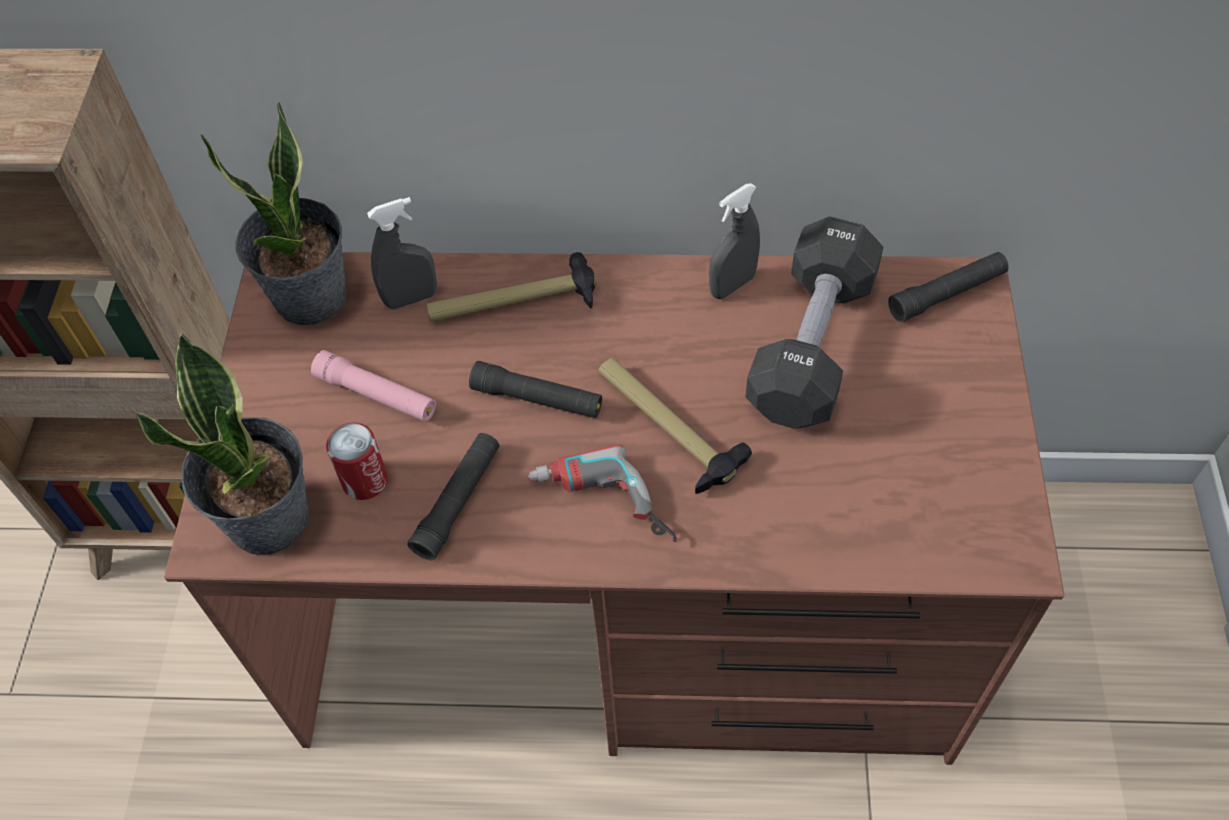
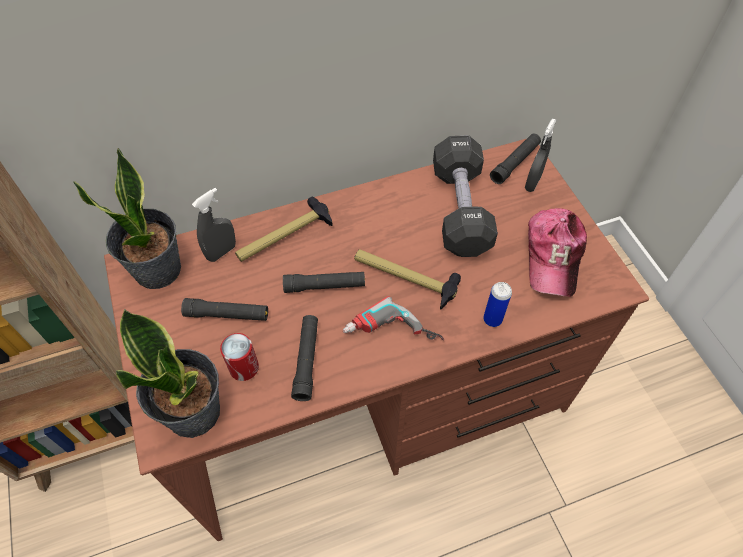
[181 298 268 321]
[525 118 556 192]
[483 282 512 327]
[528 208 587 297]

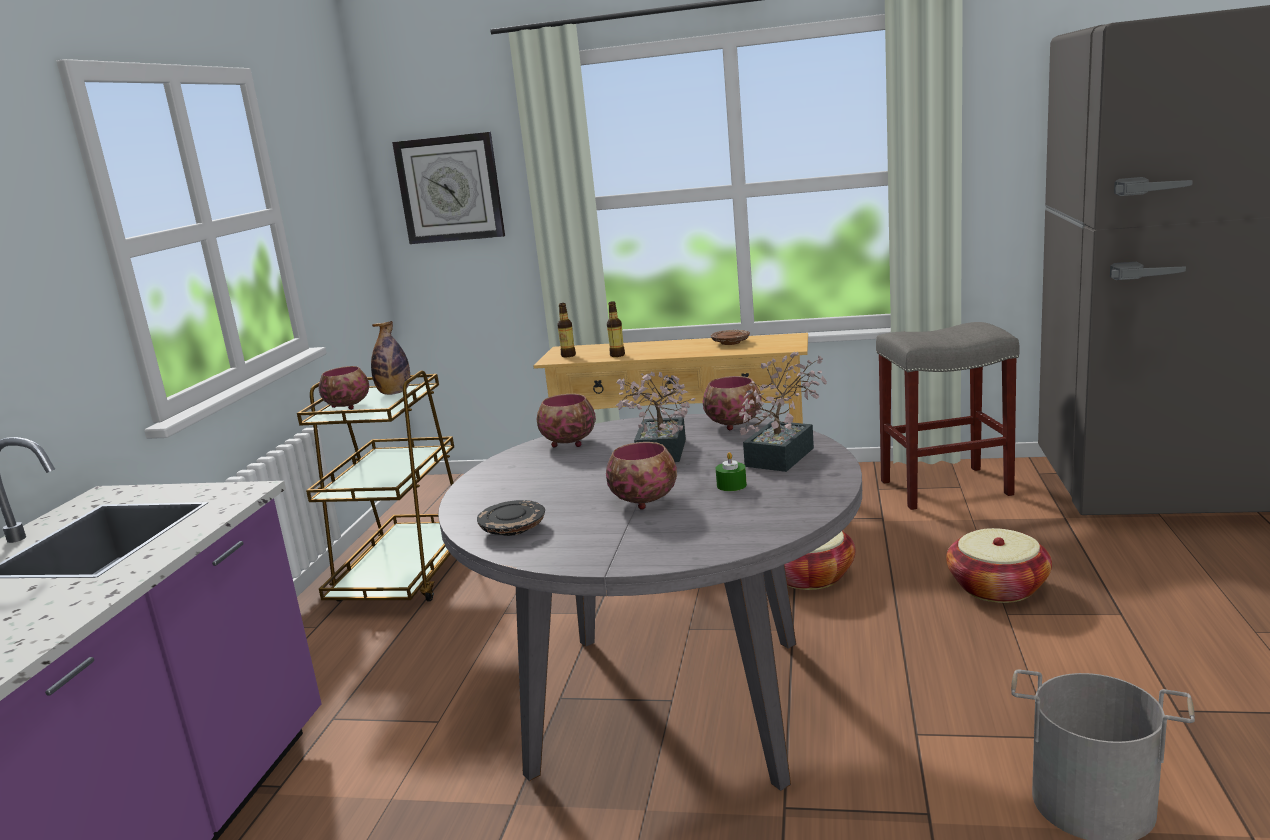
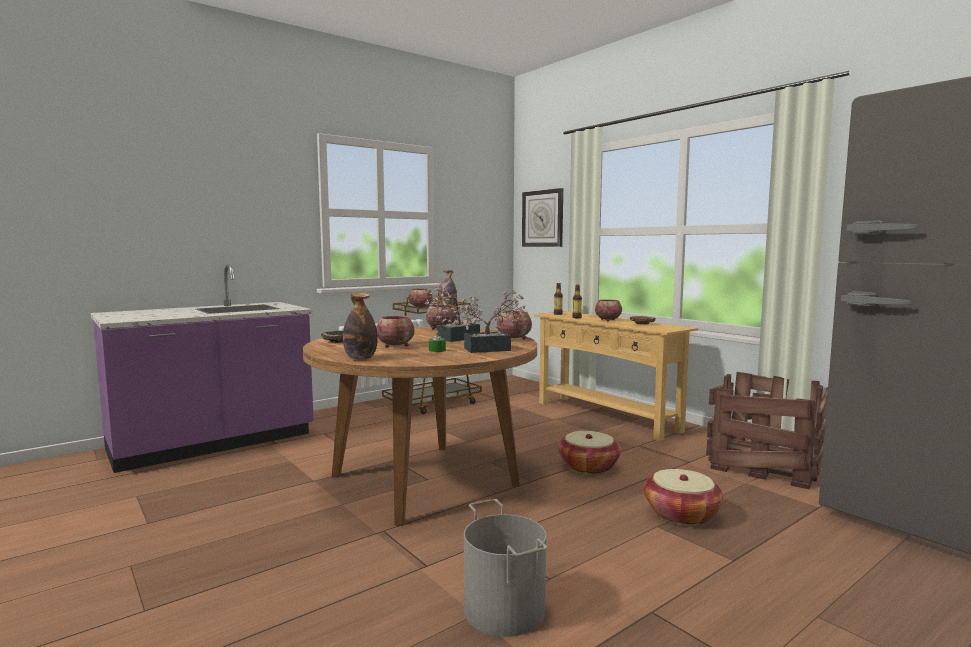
[303 327 537 526]
[706 372 828 489]
[343 293 378 360]
[595 300 622 322]

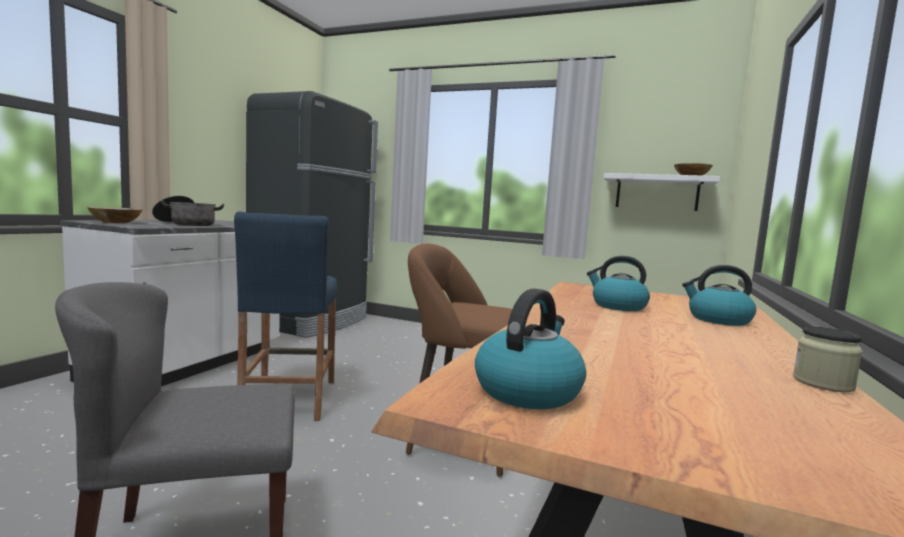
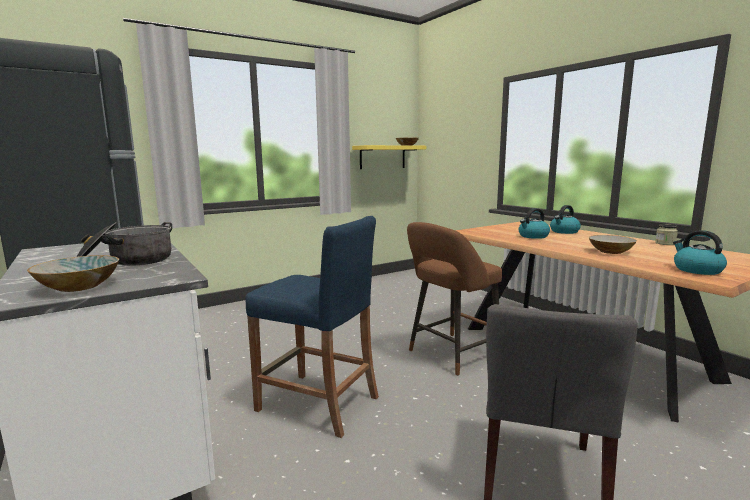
[352 145 426 169]
[589 235 637 254]

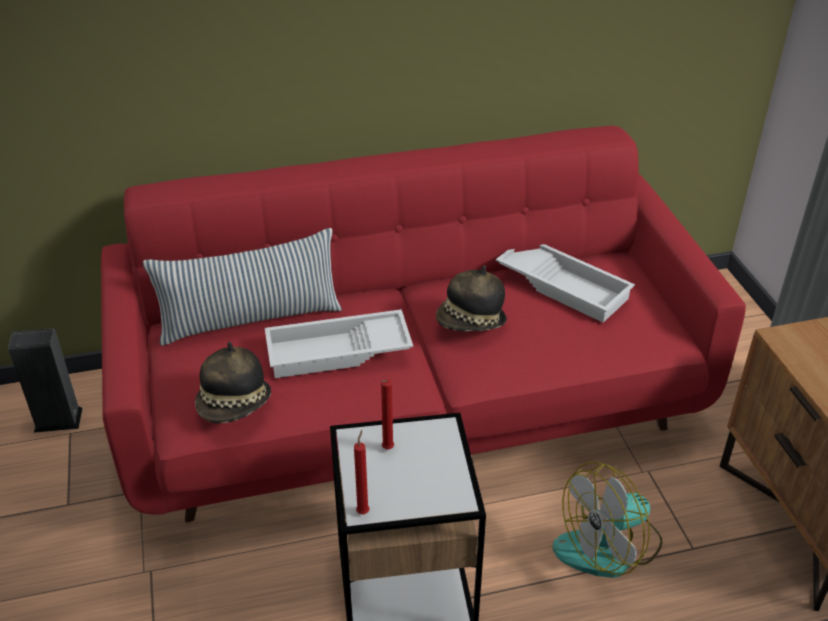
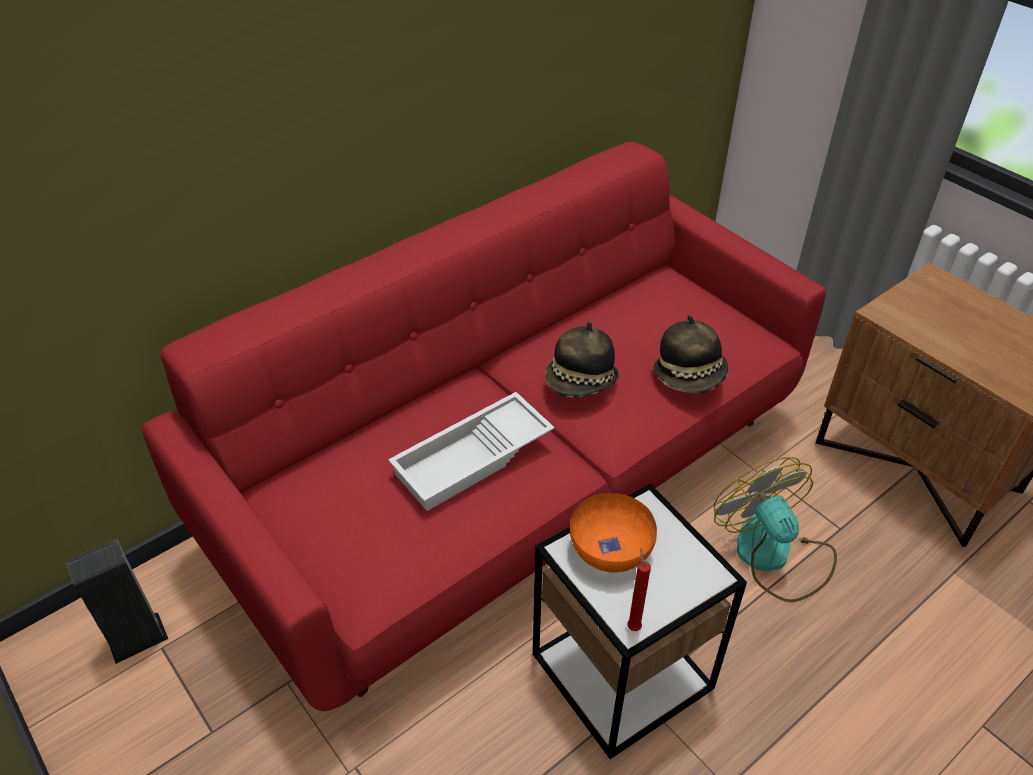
[143 228 342 346] (first image)
[653 315 728 393]
[570 493 657 573]
[496 244 635 322] (first image)
[714 457 837 602]

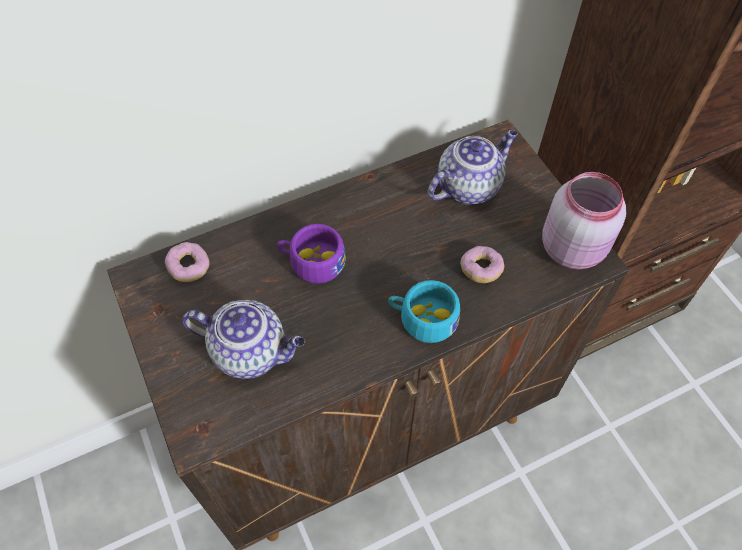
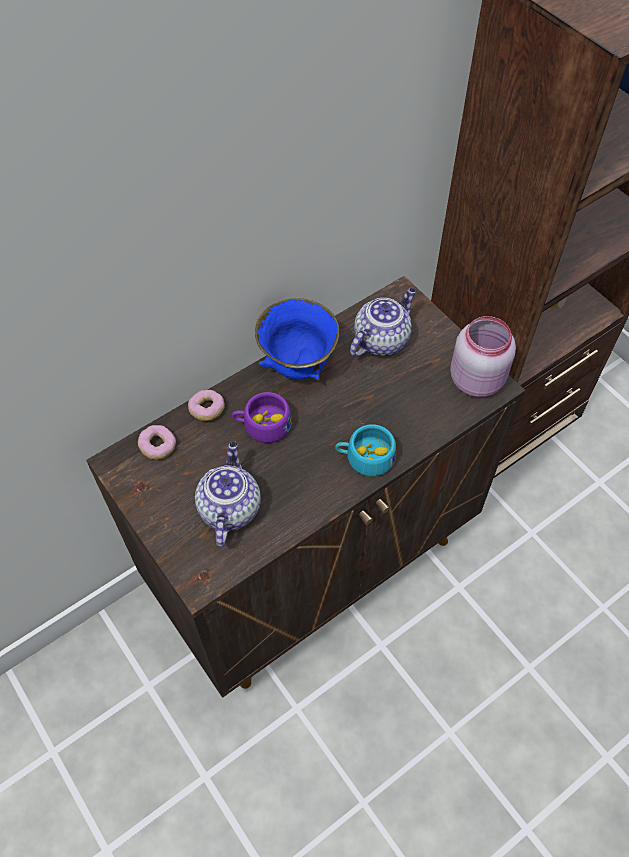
[195 441 261 547]
[188 390 225 421]
[255 298 340 381]

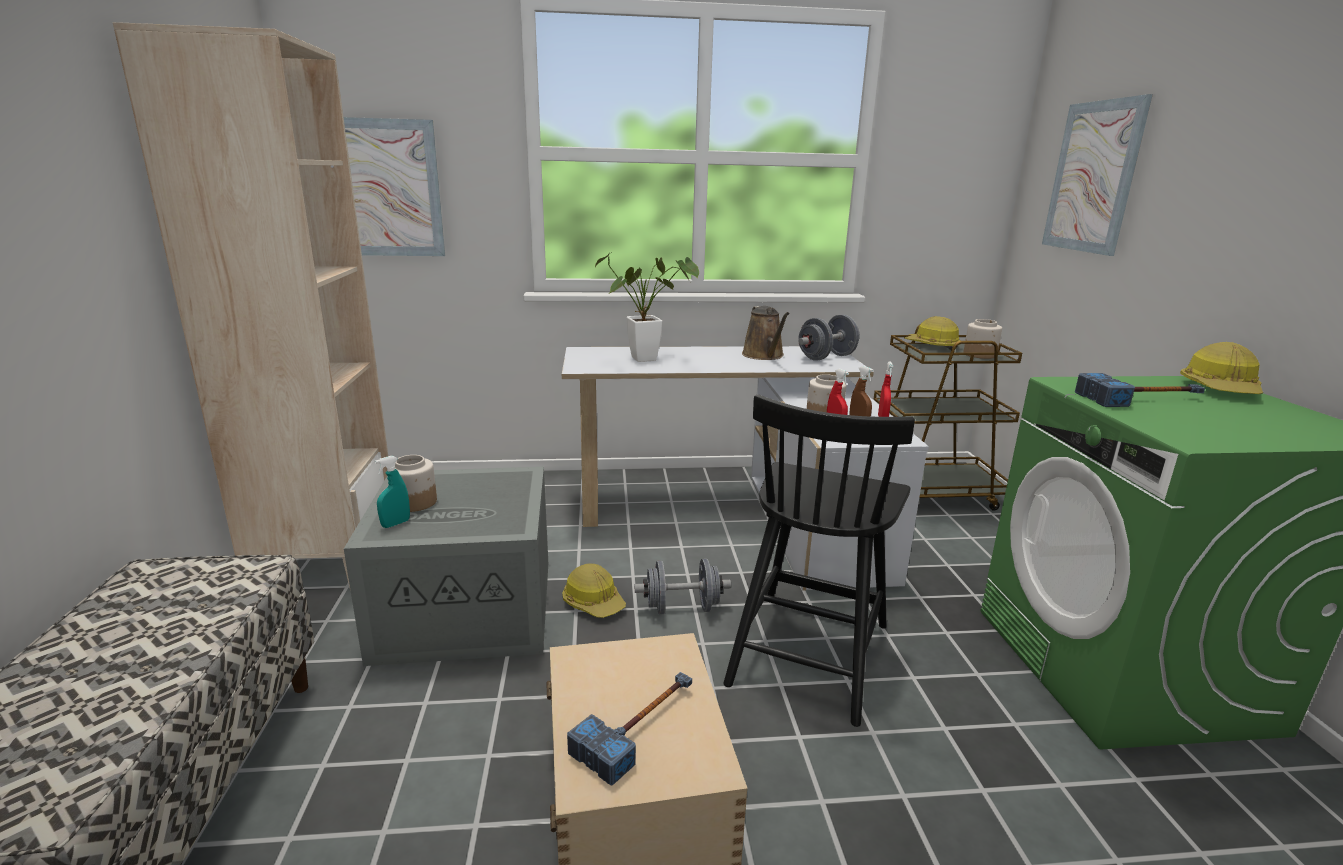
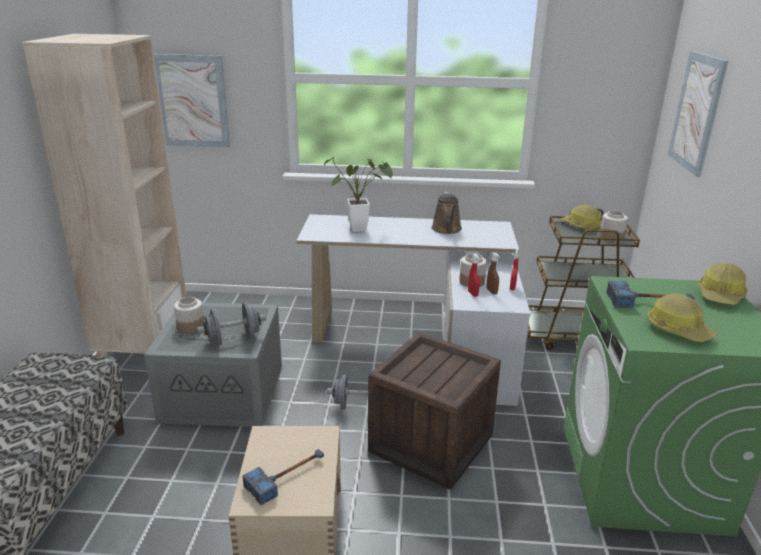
[375 456 410 528] (first image)
[647 293 717 342]
[368 332 501 490]
[197 303 266 345]

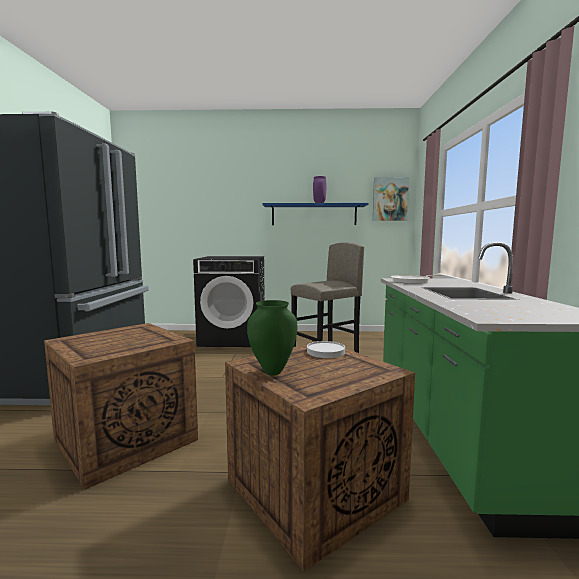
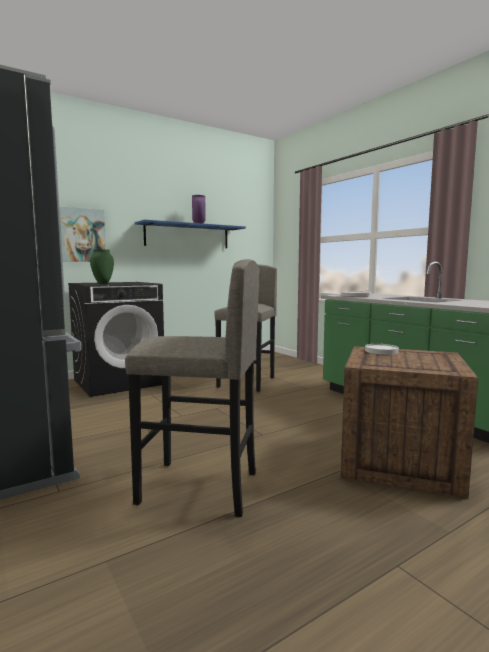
[125 259 260 517]
[90 249 114 284]
[59 207 106 262]

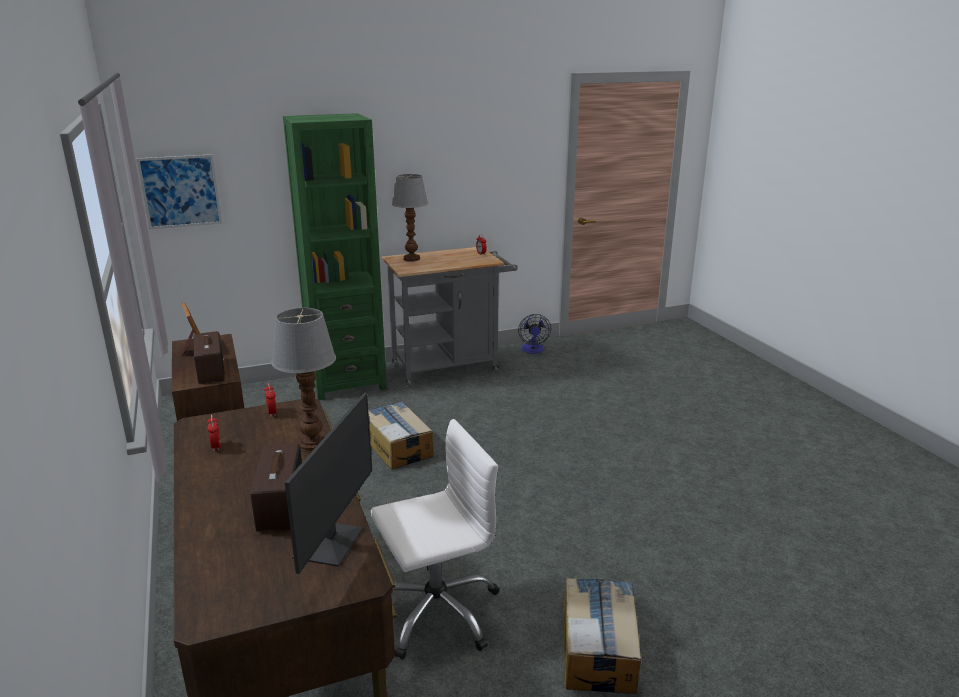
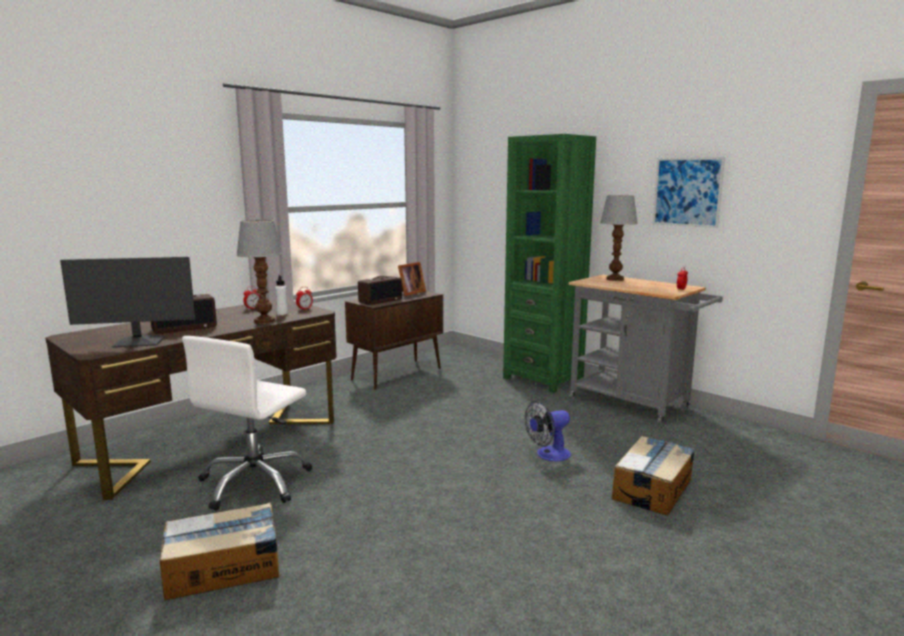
[653 157 725 228]
[612 436 695 516]
[182 336 313 510]
[525 401 571 461]
[275 275 288 315]

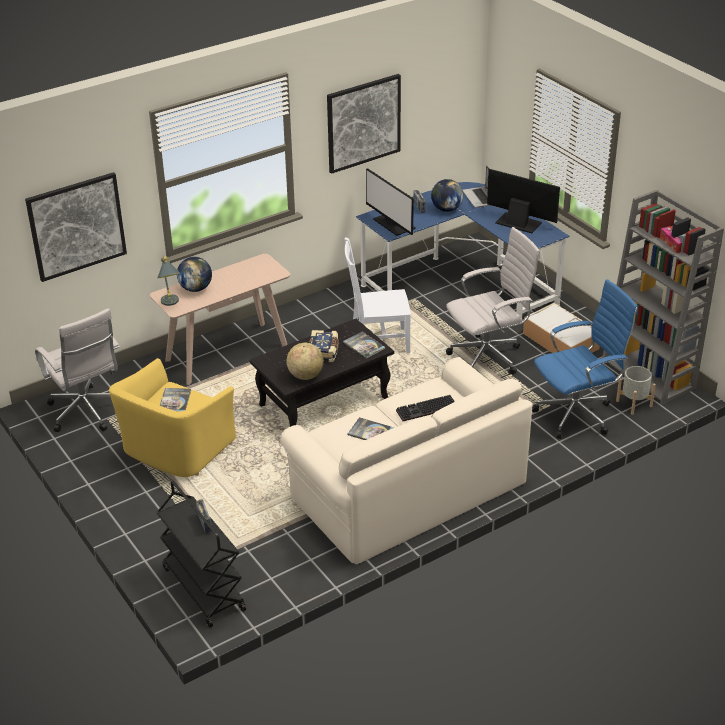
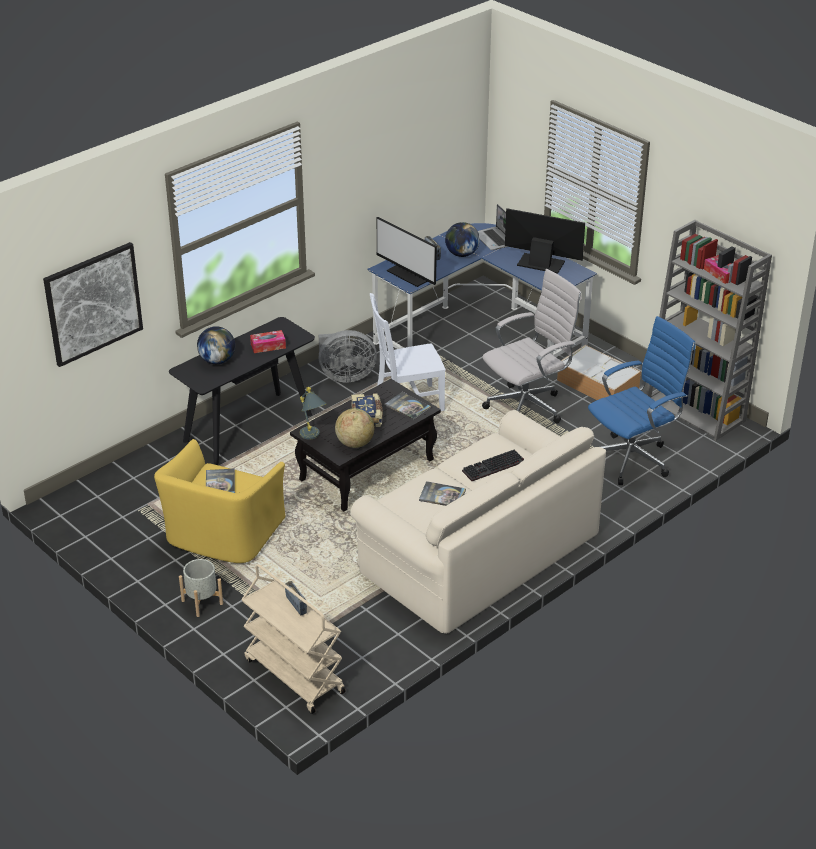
[35 308 120 432] (first image)
[169 317 315 465]
[300 387 327 439]
[241 564 346 714]
[327 74 401 174] (first image)
[179 559 223 617]
[250 330 286 353]
[319 330 377 382]

